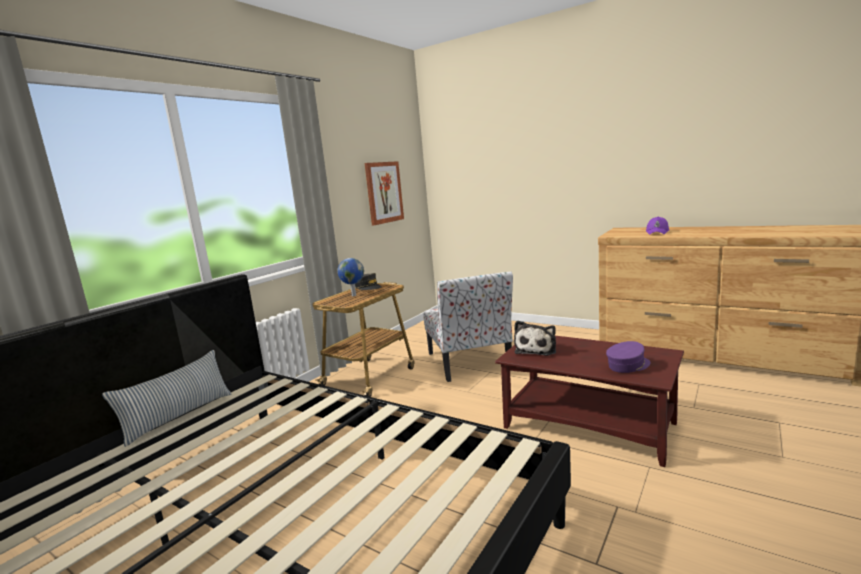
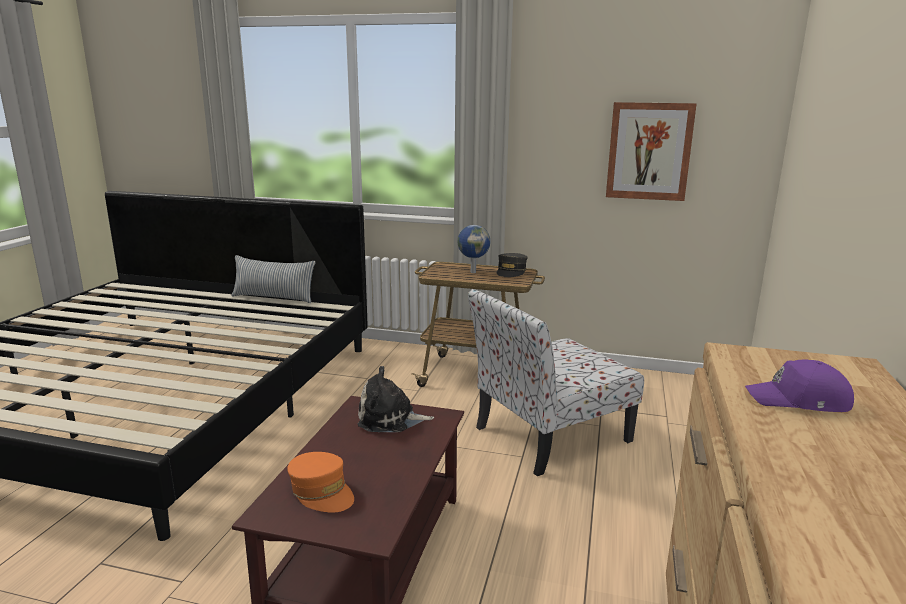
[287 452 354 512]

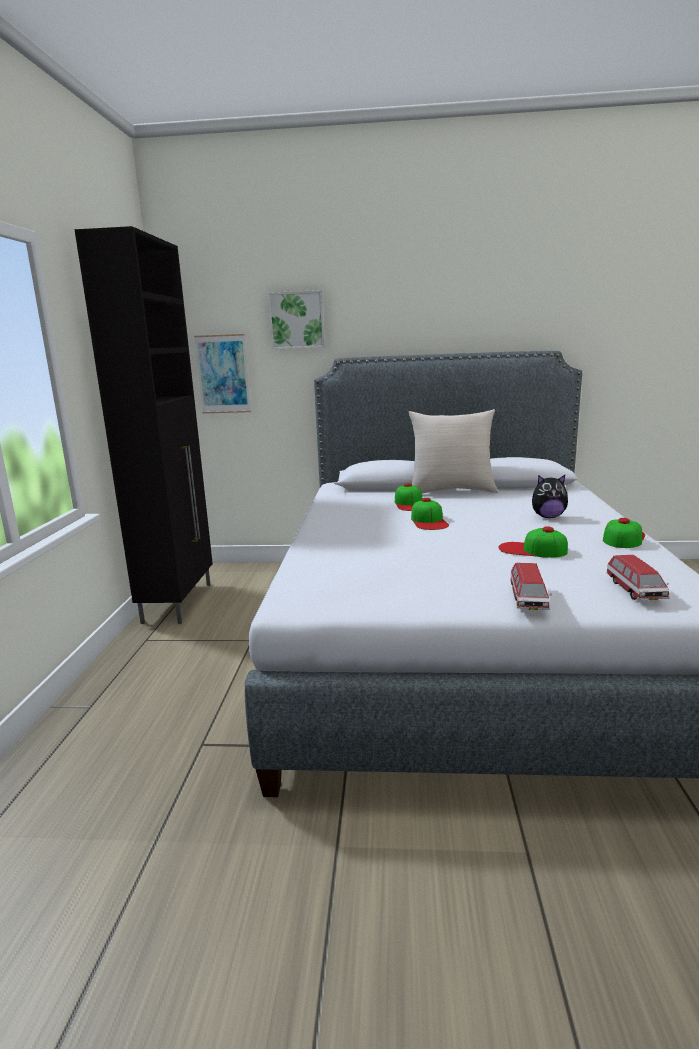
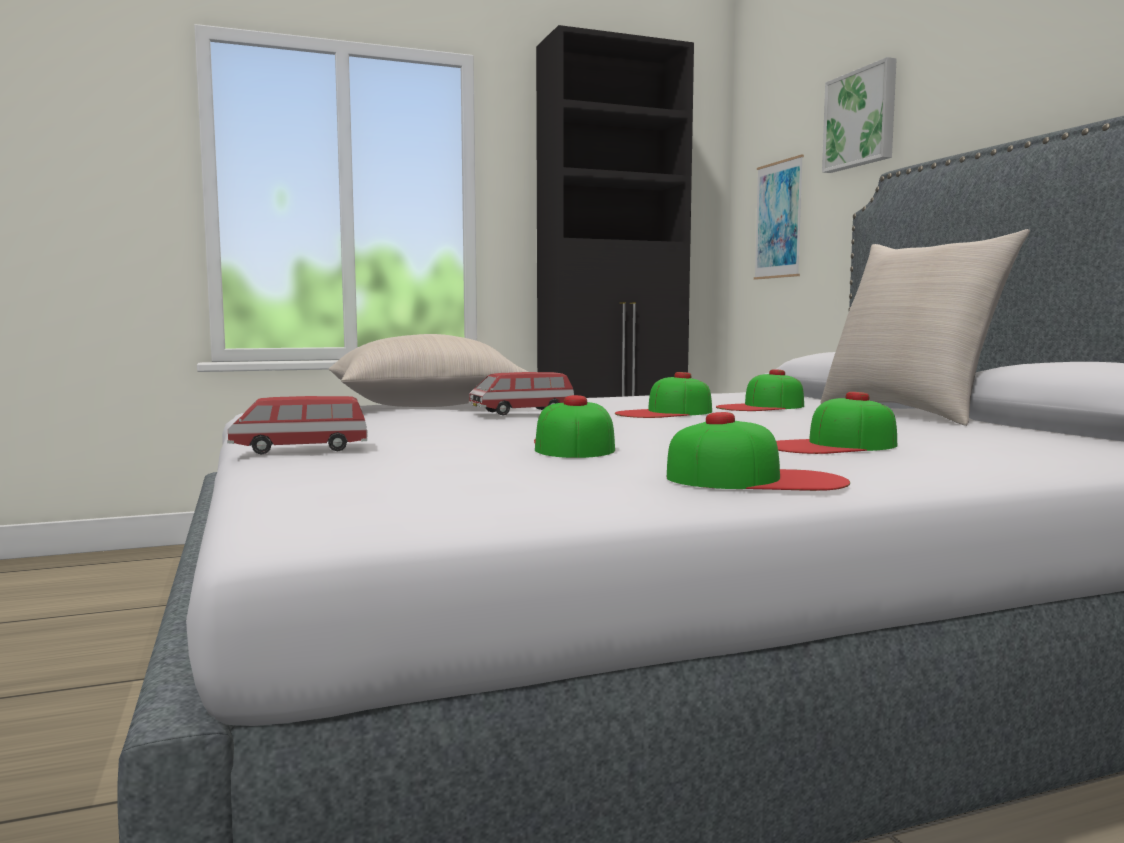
[776 392 897 454]
[468 372 574 416]
[329 334 529 407]

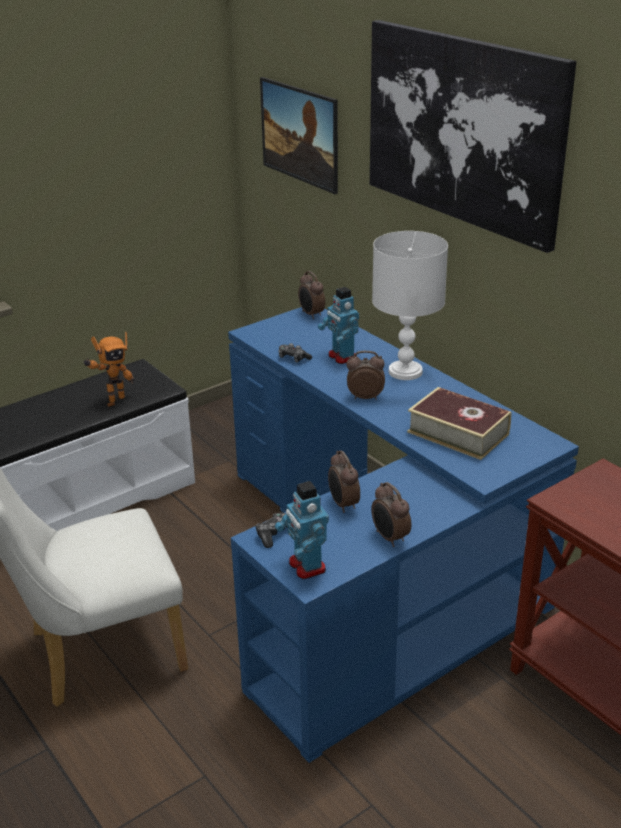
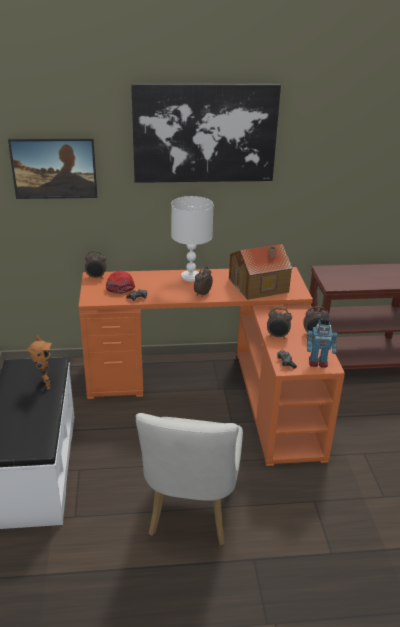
[78 267 345 466]
[318 287 359 364] (first image)
[229 244 292 300]
[106 271 135 294]

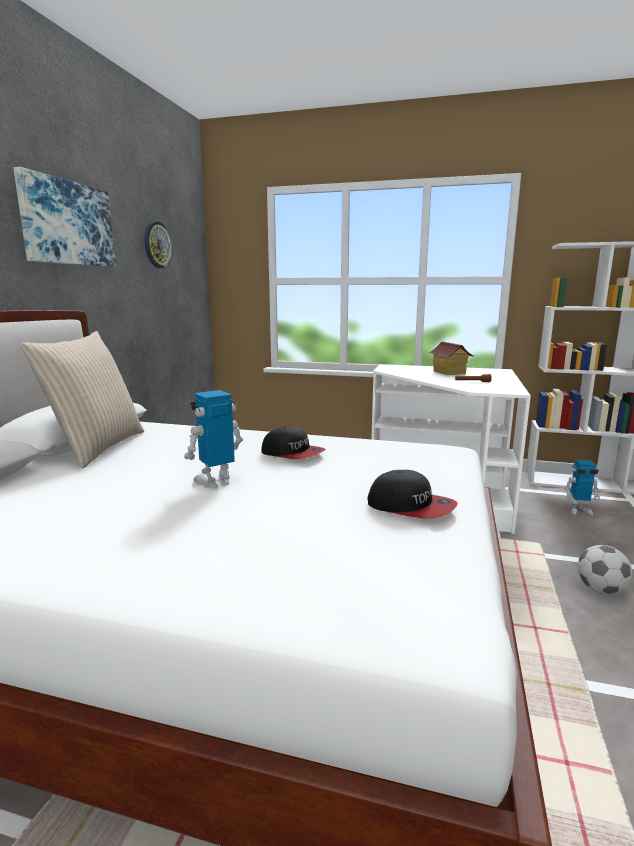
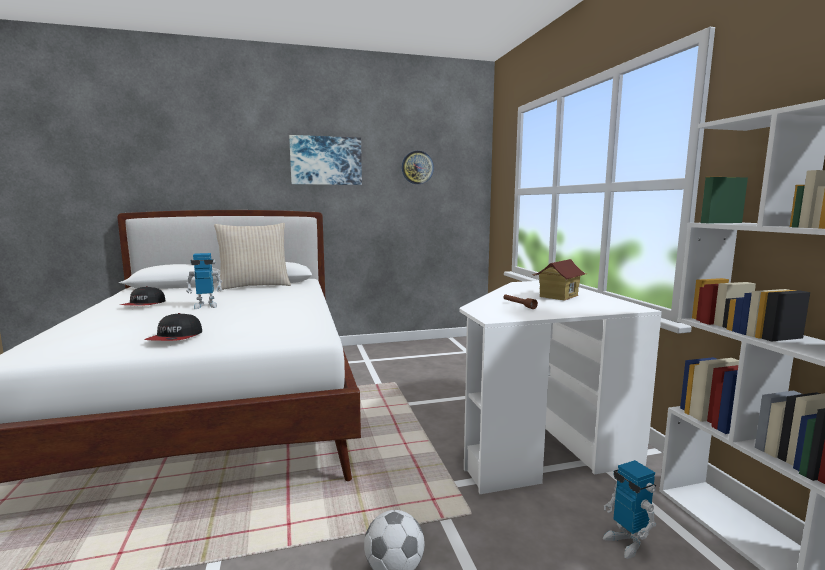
[186 253 222 309]
[120 286 166 305]

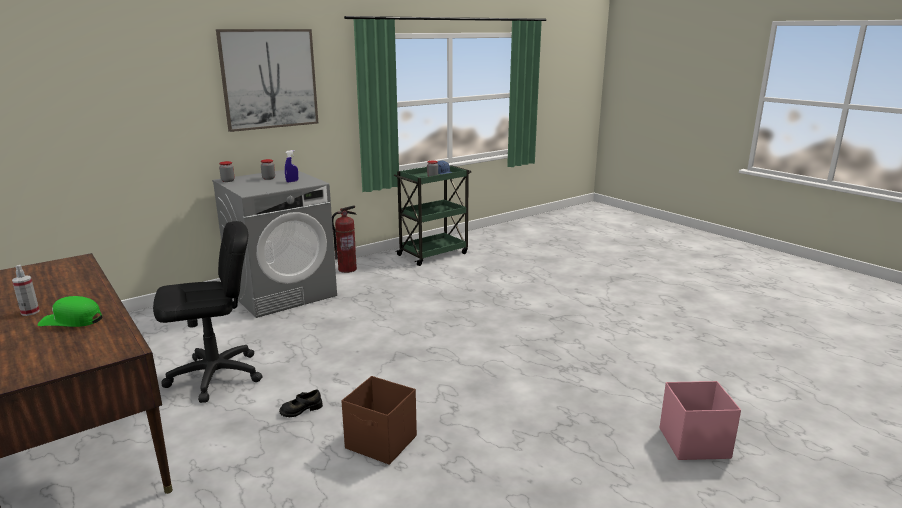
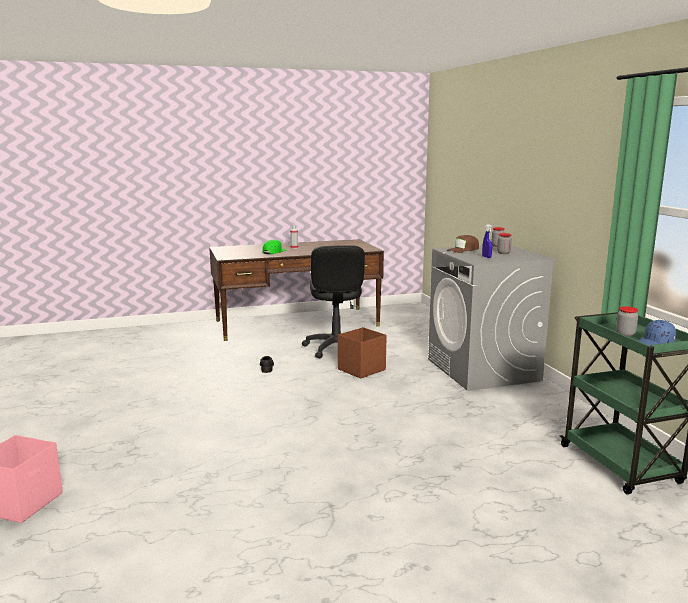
[216 29 318 132] (first image)
[332 205 357 273] (first image)
[338 327 386 379]
[446 235 479 253]

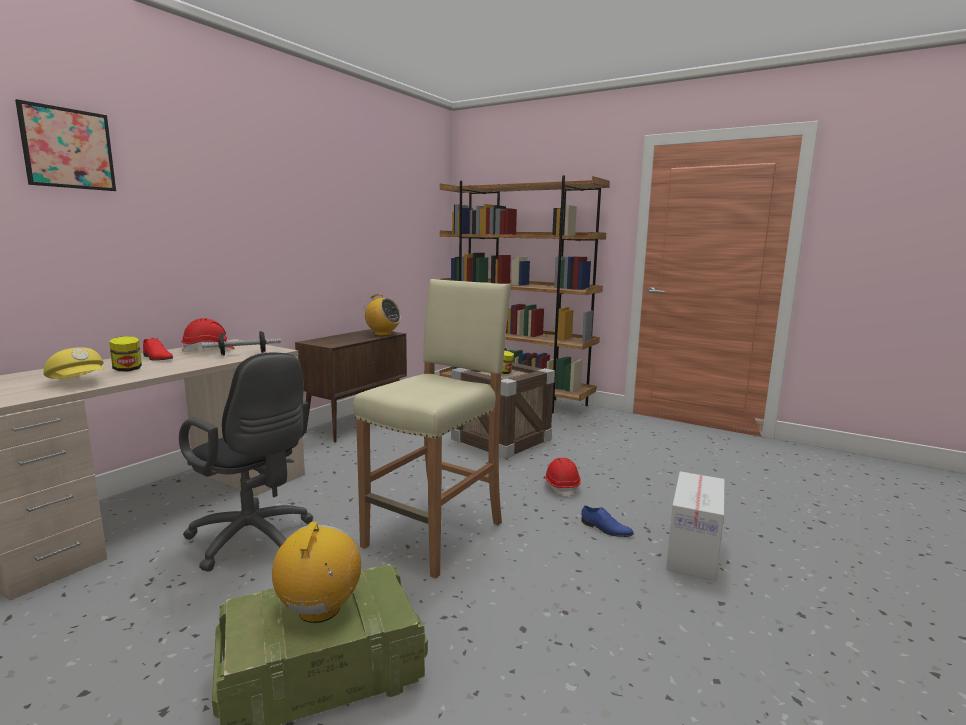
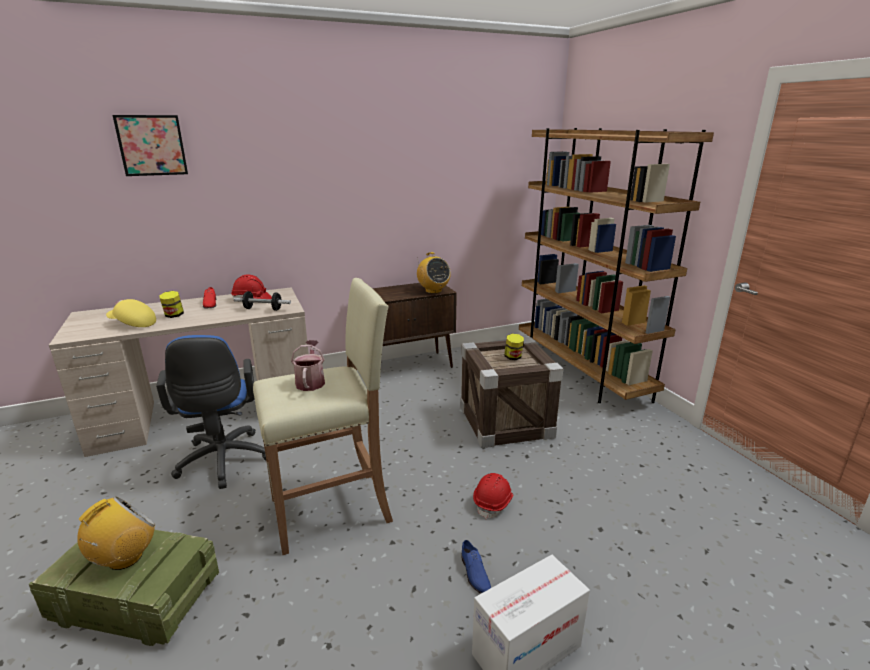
[106 299 156 327]
[156 335 266 489]
[291 340 325 391]

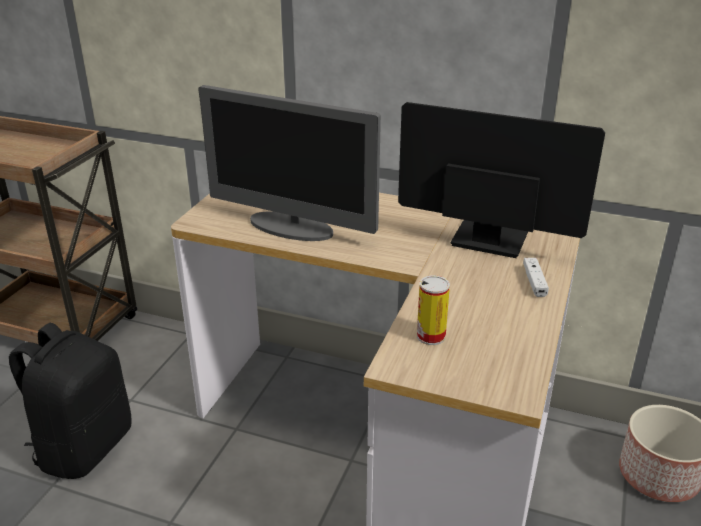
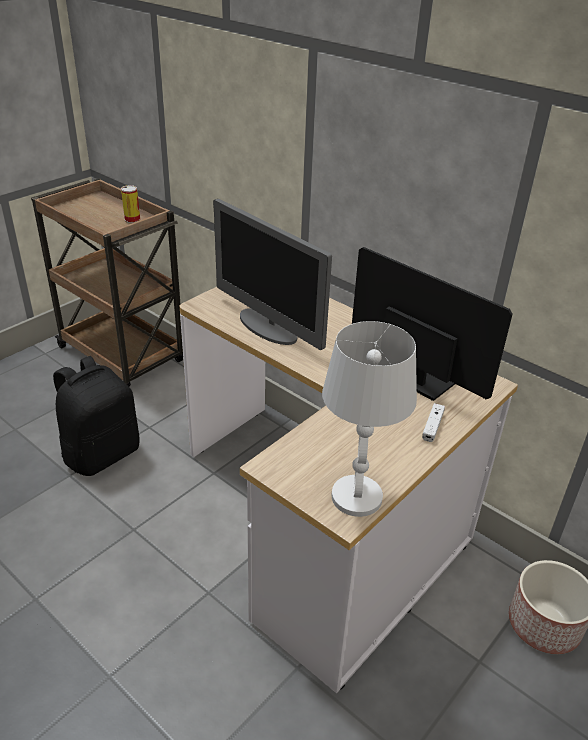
[121 185 140 223]
[322 321 417 517]

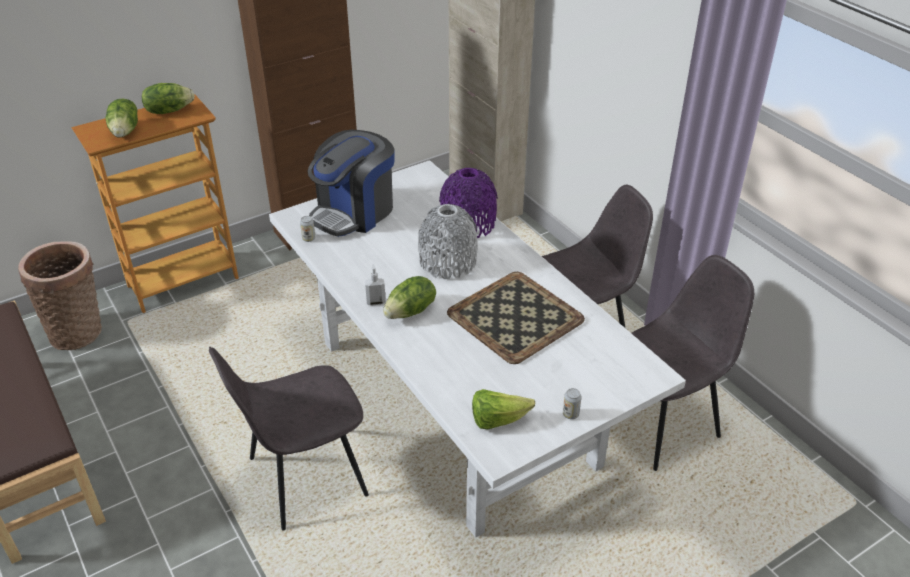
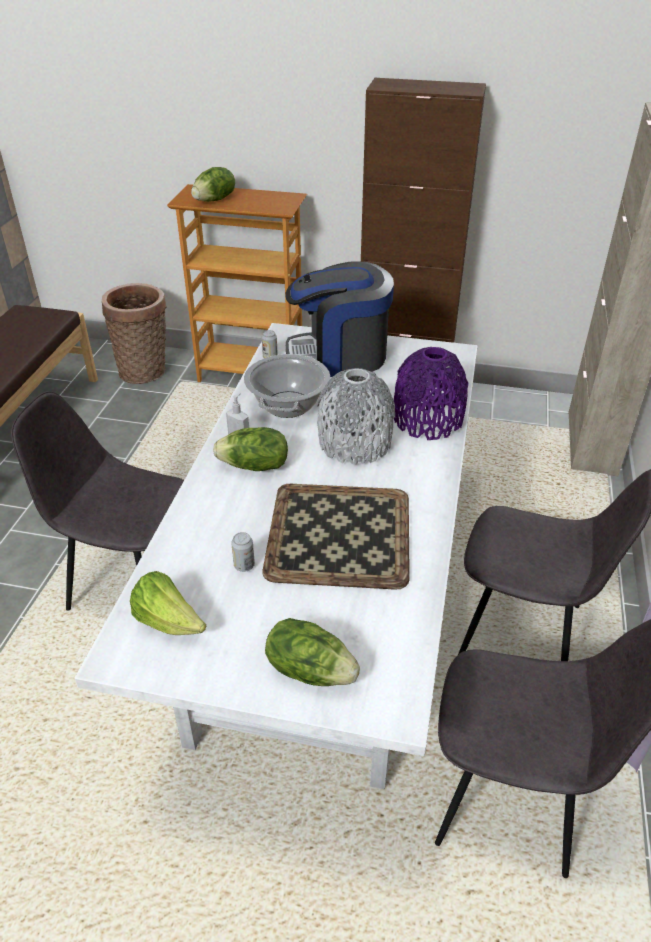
[265 618 360 686]
[231 532 255 572]
[244 354 330 418]

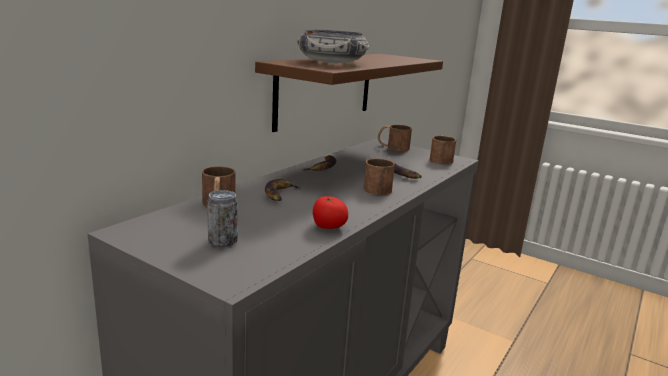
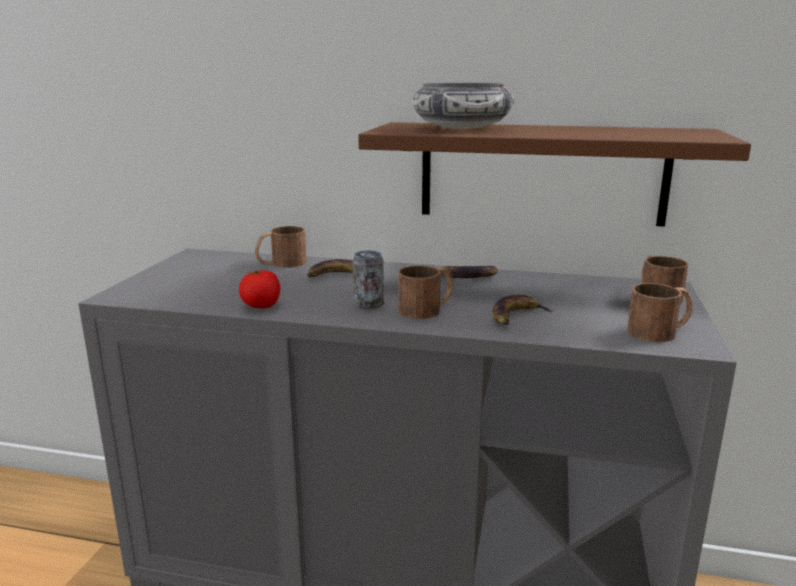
[353 250 384 310]

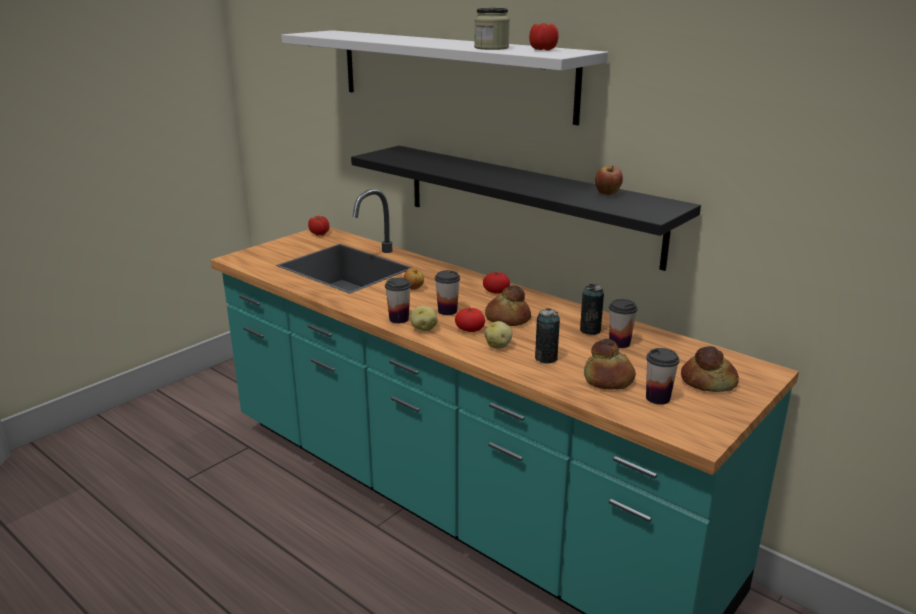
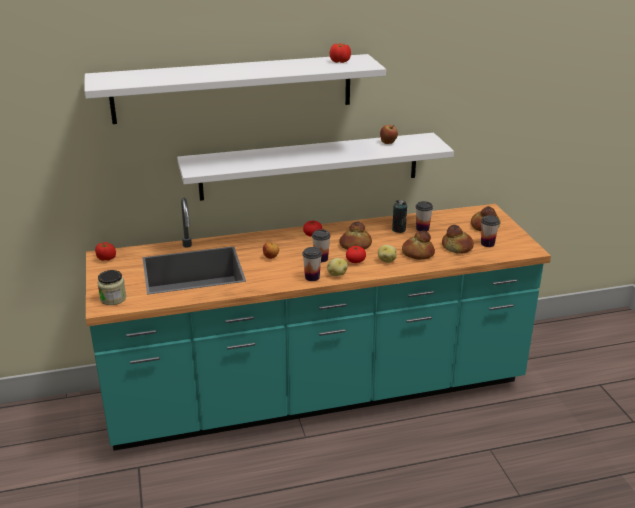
[177 133 454 201]
[97 270 126 305]
[402 231 435 260]

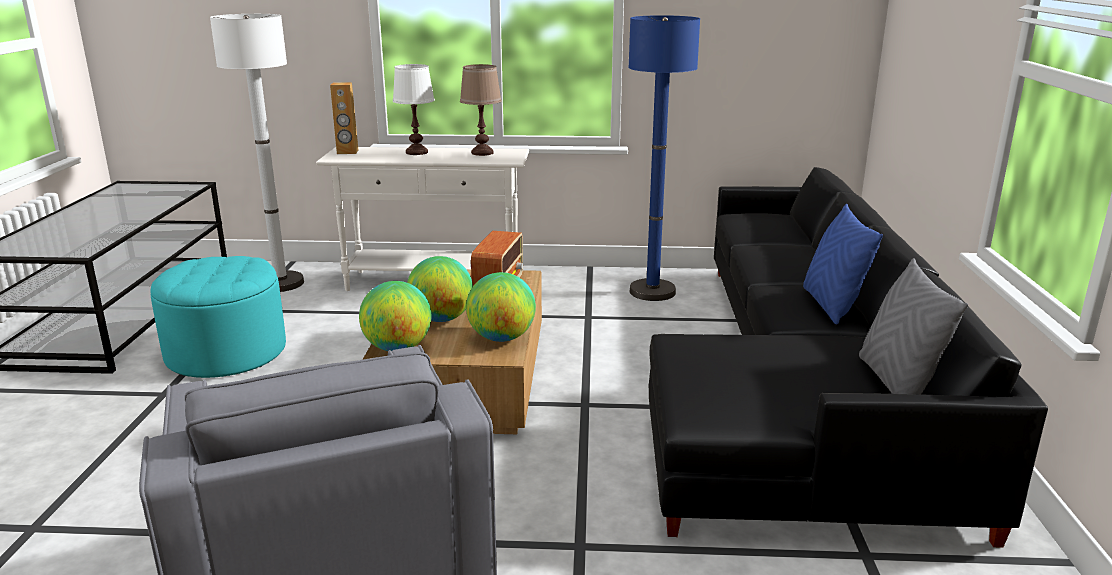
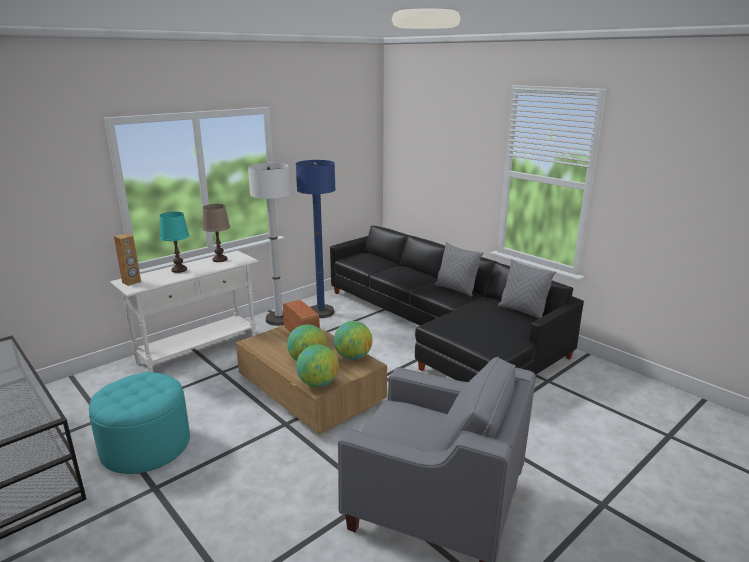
[248 163 290 326]
[160 212 190 273]
[434 242 483 297]

